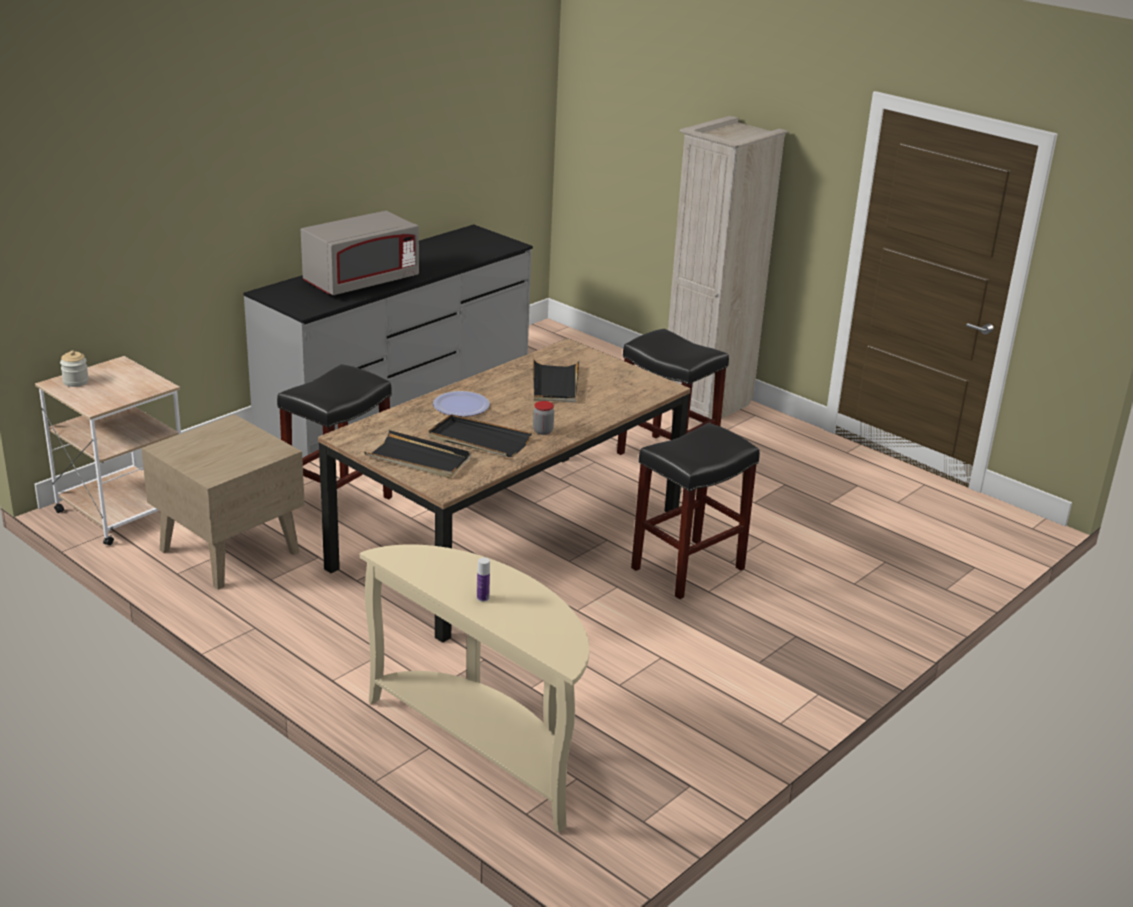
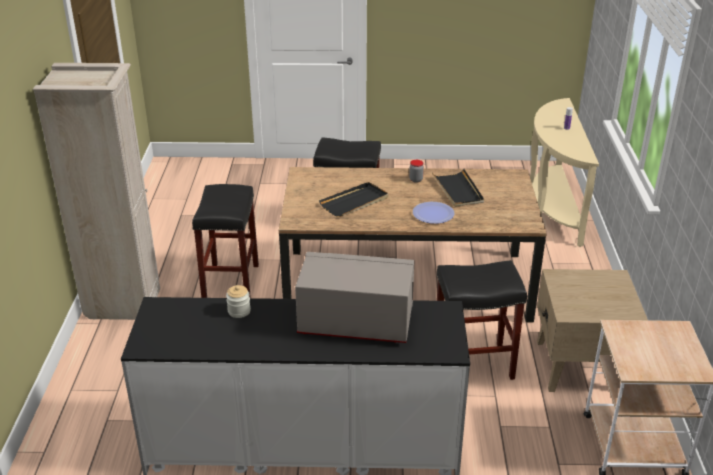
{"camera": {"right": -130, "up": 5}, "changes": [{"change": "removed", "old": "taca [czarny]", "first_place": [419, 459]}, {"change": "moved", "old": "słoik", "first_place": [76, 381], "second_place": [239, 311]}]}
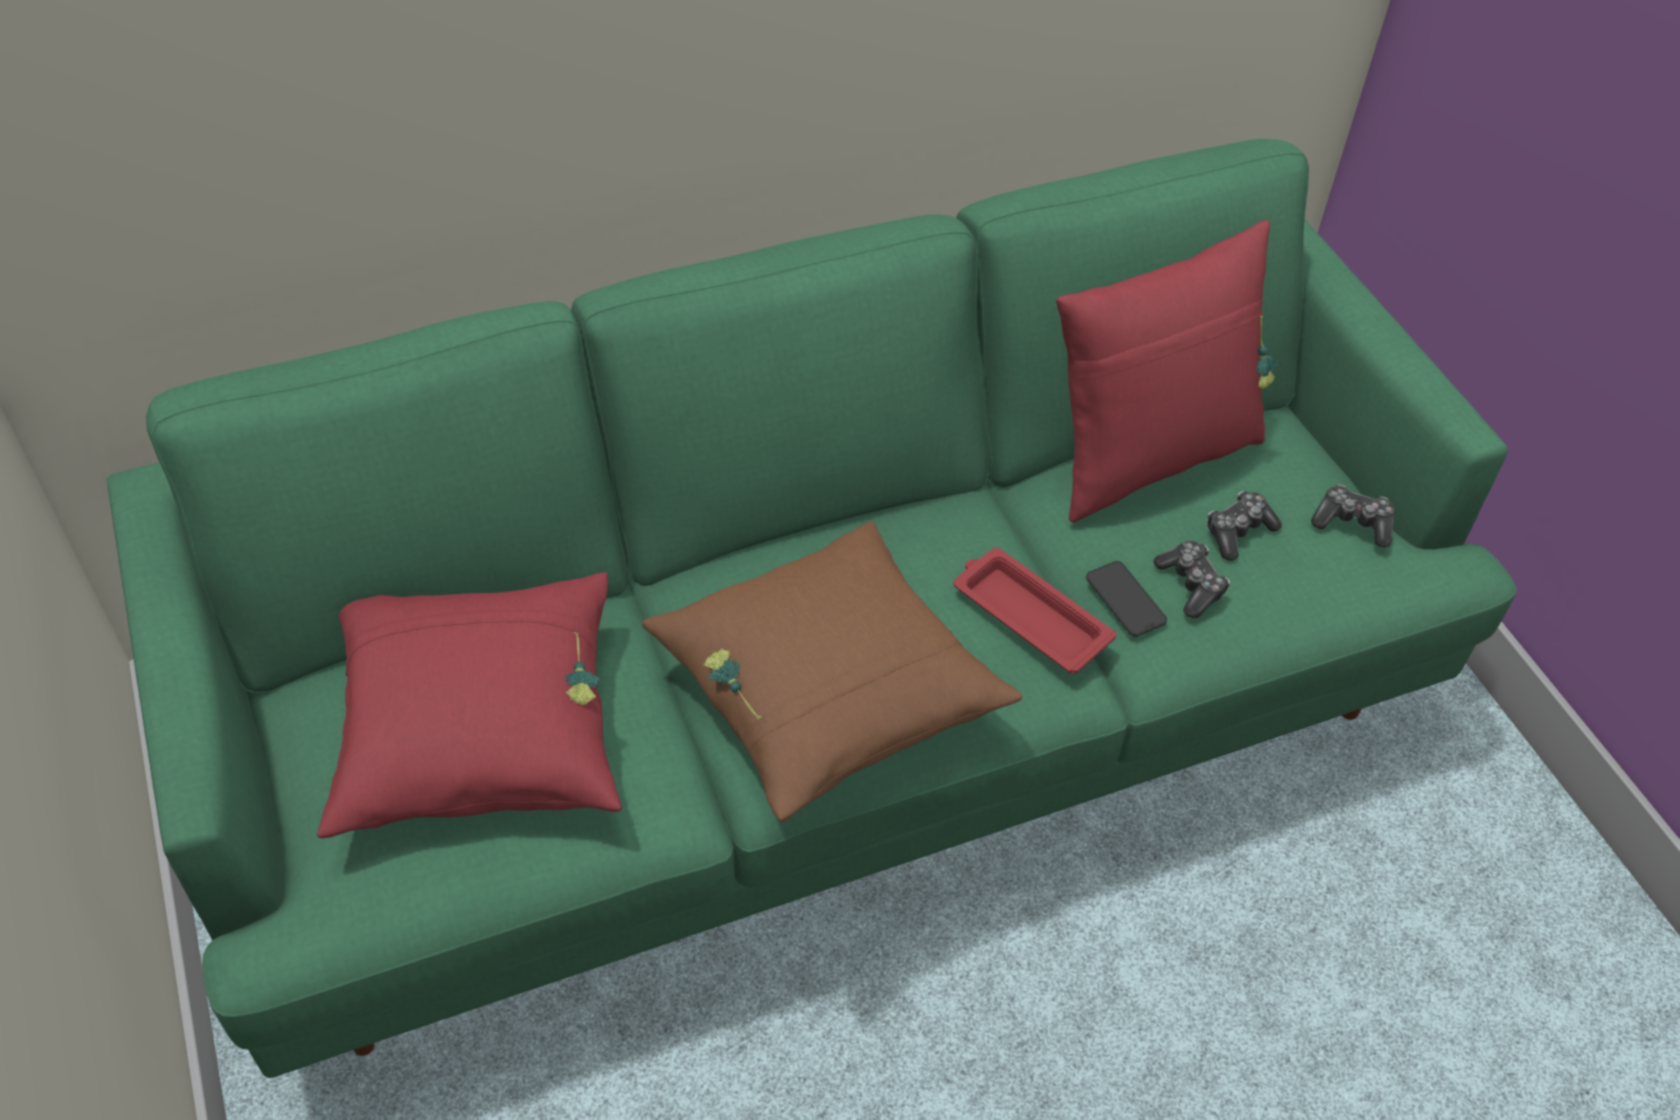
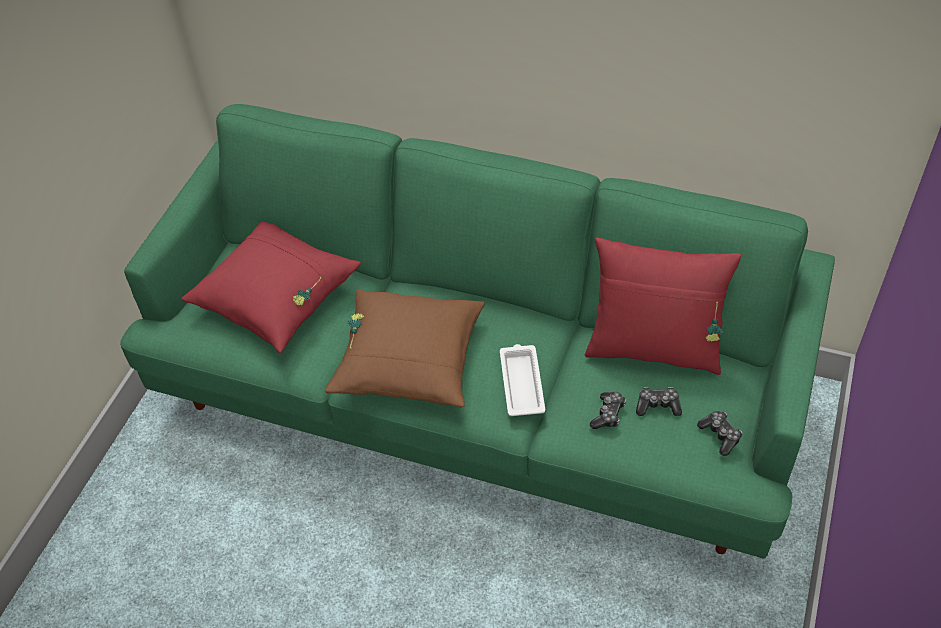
{"camera": {"right": 45, "up": 0}, "changes": [{"change": "removed", "old": "telefon", "first_place": [1125, 599]}, {"change": "recoloured", "old": "taca [czerwony]", "new": "taca [biały]", "first_place": [1028, 616], "second_place": [521, 383]}]}
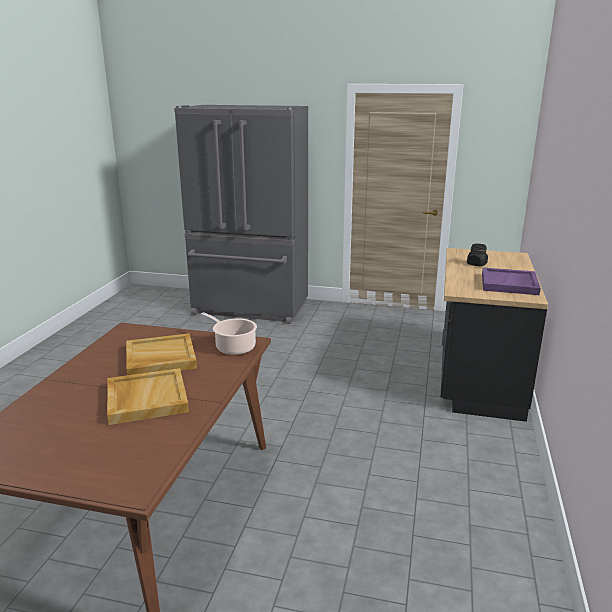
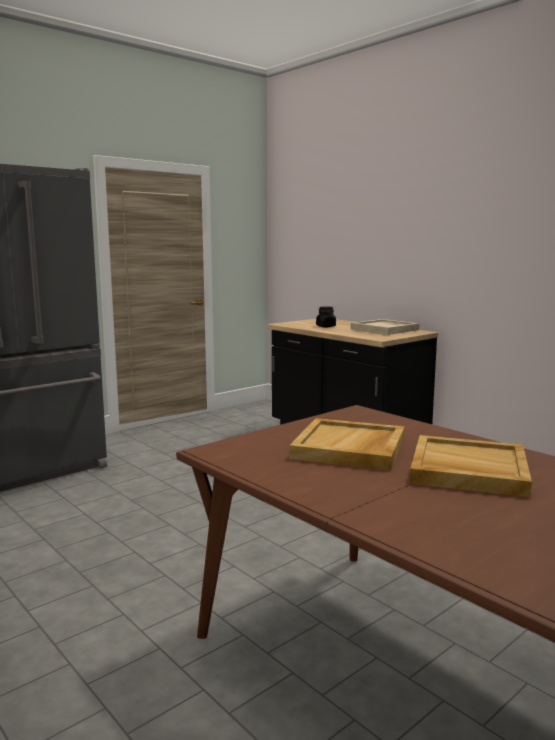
{"camera": {"right": -55, "up": -10}, "changes": [{"change": "removed", "old": "garnek", "first_place": [233, 347]}, {"change": "recoloured", "old": "taca [fioletowy]", "new": "taca [beżowy]", "first_place": [509, 284], "second_place": [385, 329]}]}
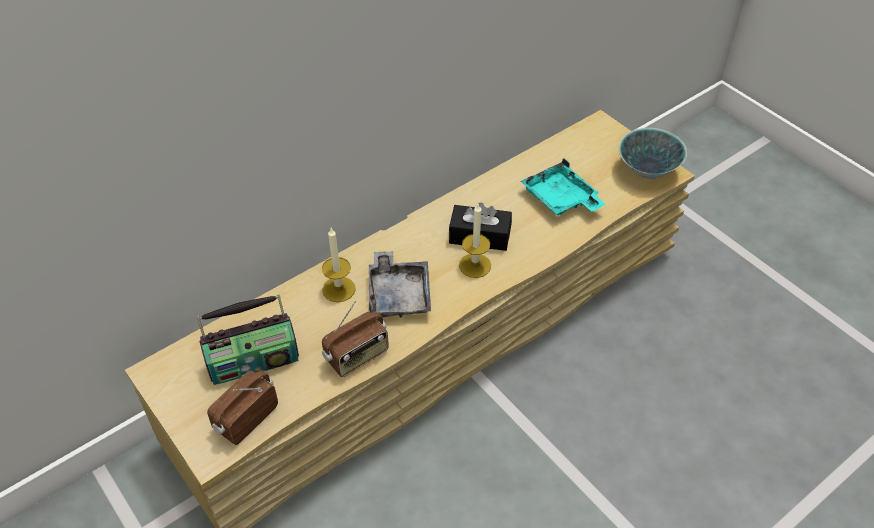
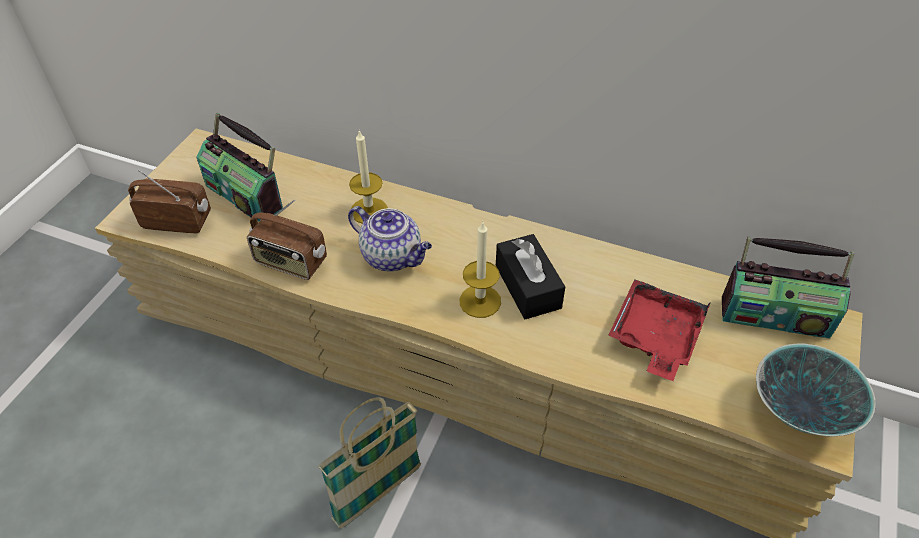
{"camera": {"right": 60, "up": 0}, "changes": [{"change": "added", "new": "koszyk", "second_place": [378, 493]}, {"change": "added", "new": "radio", "second_place": [774, 315]}, {"change": "replaced", "old": "taca [szary]", "new": "imbryk", "first_place": [398, 294], "second_place": [393, 257]}, {"change": "recoloured", "old": "taca [turkusowy]", "new": "taca [czerwony]", "first_place": [560, 199], "second_place": [654, 337]}]}
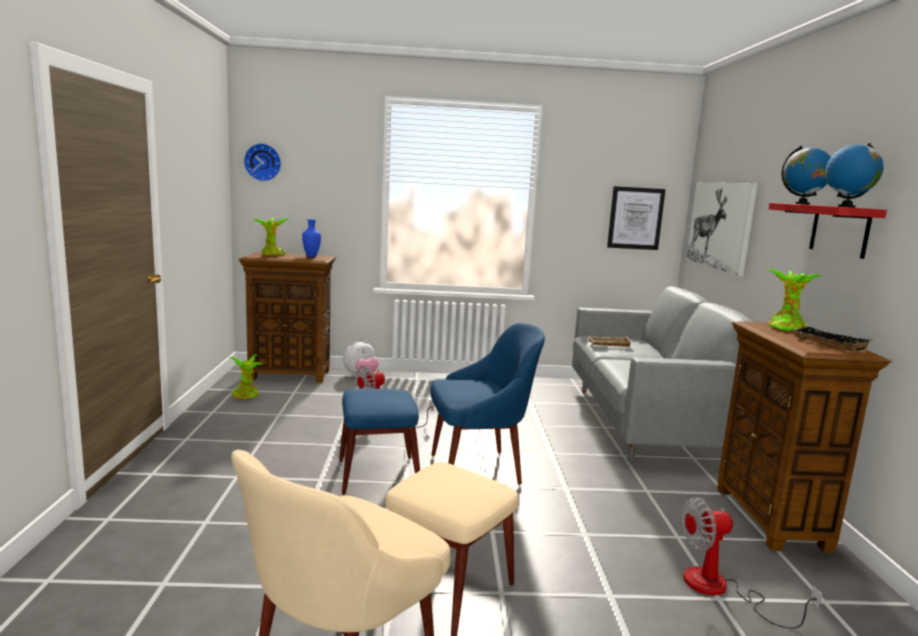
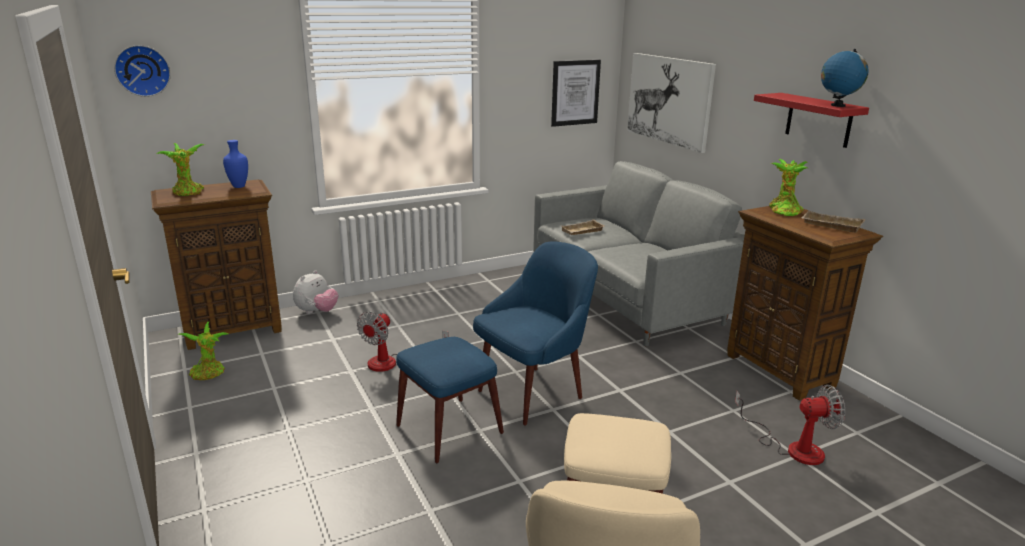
{"camera": {"right": -25, "up": 10}, "changes": [{"change": "removed", "old": "globus", "first_place": [802, 204]}, {"change": "recoloured", "old": "taca [czarny]", "new": "taca [beżowy]", "first_place": [827, 343], "second_place": [830, 225]}, {"change": "turned", "old": "wentylator", "first_place": [720, 590], "second_place": [793, 447], "degrees": -150}]}
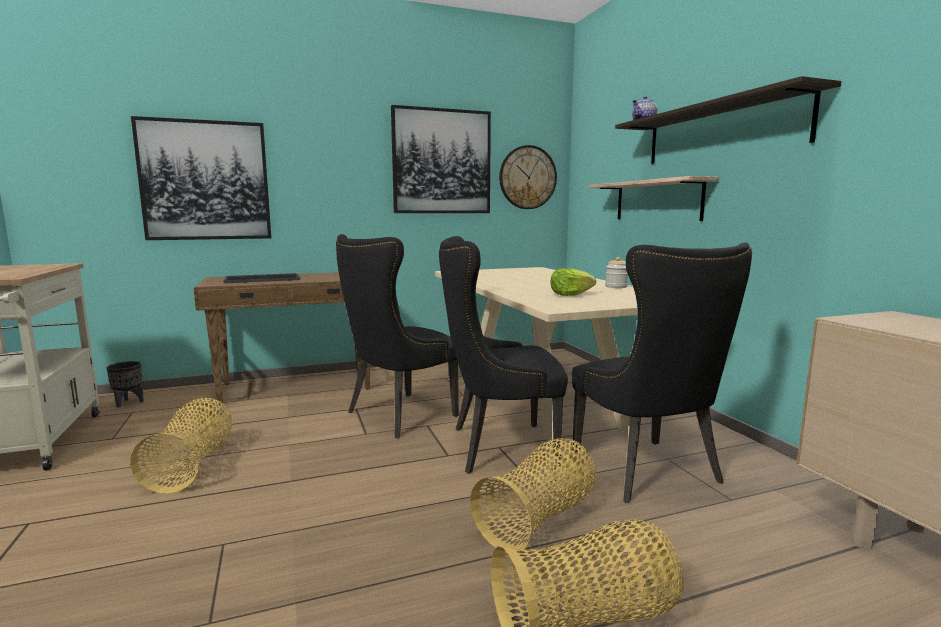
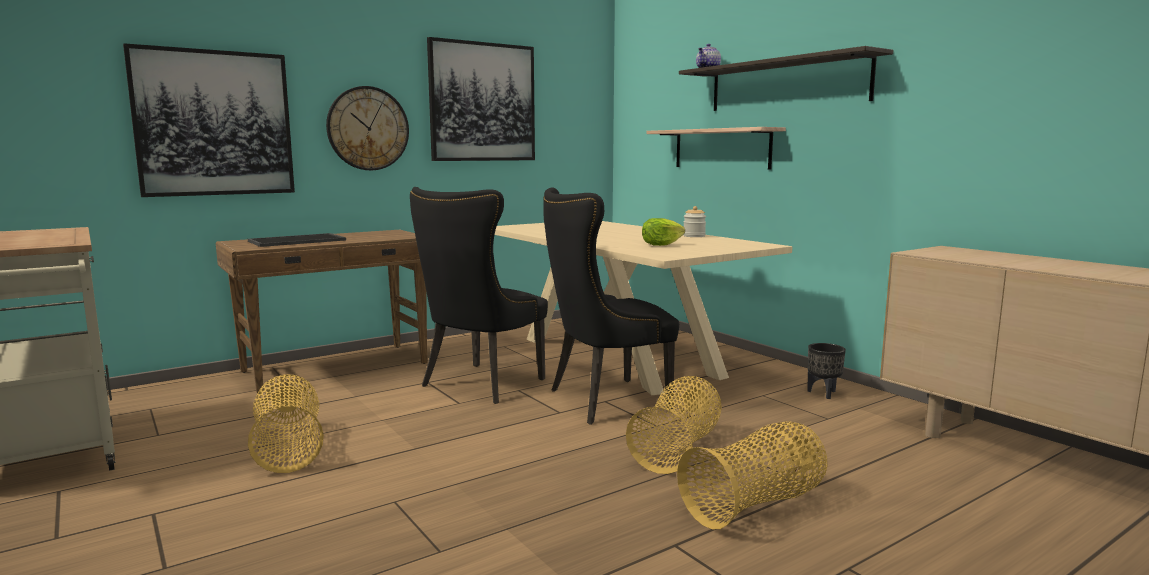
{"camera": {"right": -15, "up": 0}, "changes": [{"change": "removed", "old": "krzesło [czarny]", "first_place": [646, 471]}, {"change": "moved", "old": "donica [czarny]", "first_place": [129, 403], "second_place": [824, 393]}, {"change": "moved", "old": "zegar ścienny", "first_place": [527, 177], "second_place": [368, 128]}]}
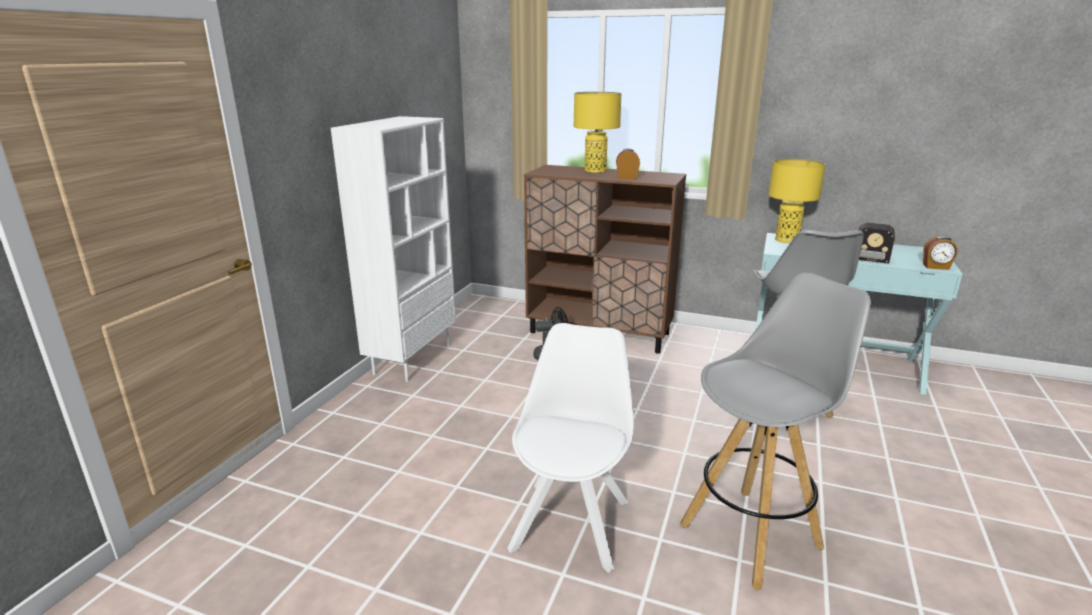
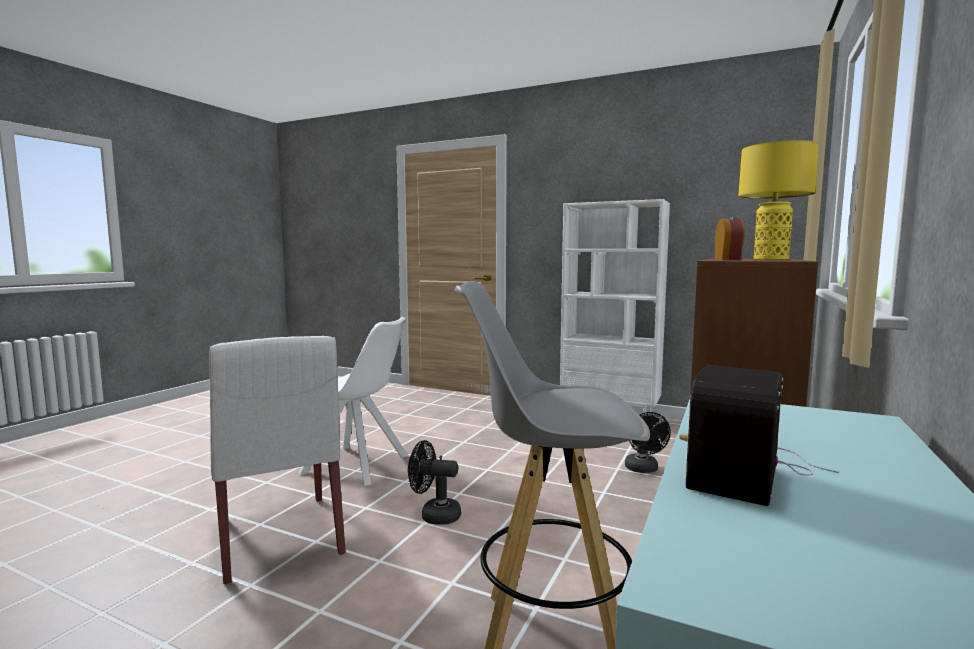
{"camera": {"right": 95, "up": -15}, "changes": [{"change": "removed", "old": "lampa stołowa [żółty]", "first_place": [787, 240]}, {"change": "removed", "old": "budzik", "first_place": [936, 267]}, {"change": "added", "new": "wentylator [czarny]", "second_place": [434, 515]}, {"change": "replaced", "old": "stołek [szary]", "new": "krzesło [biały]", "first_place": [753, 535], "second_place": [279, 537]}]}
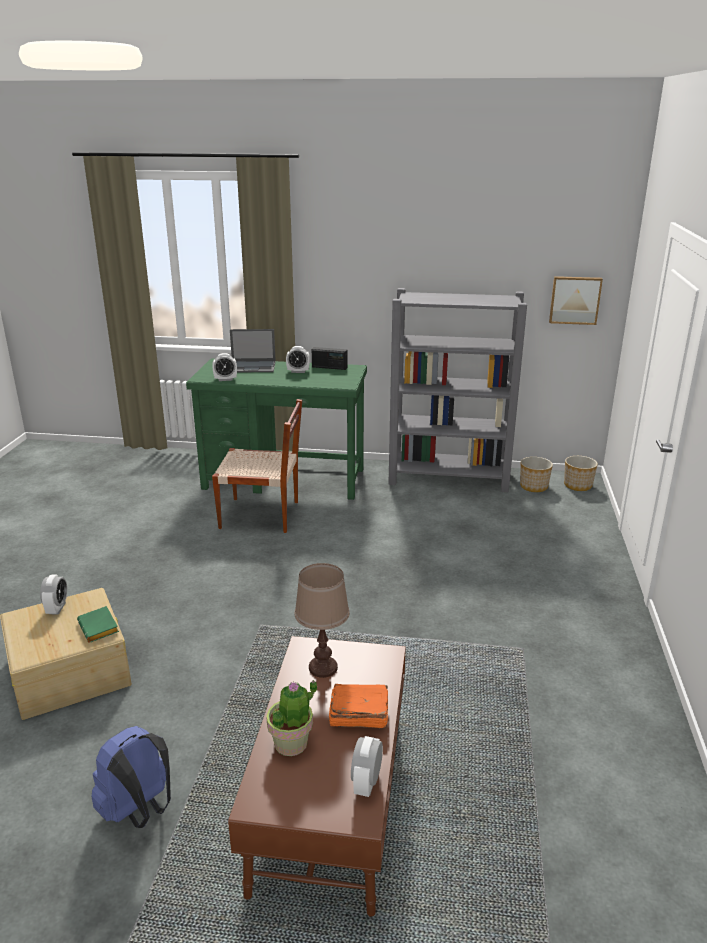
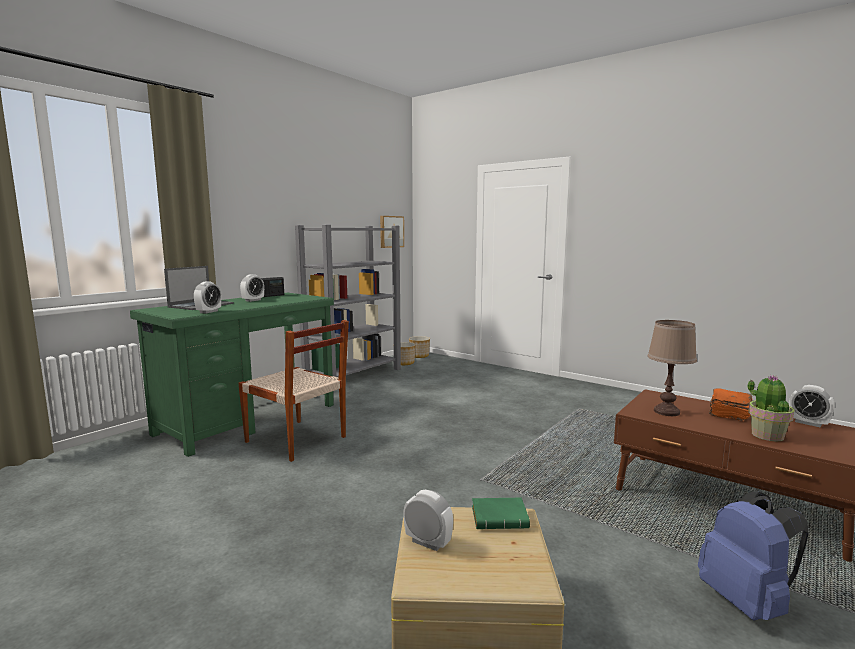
{"camera": {"right": -60, "up": -15}, "changes": [{"change": "turned", "old": "krzesło", "first_place": [262, 516], "second_place": [297, 441], "degrees": 90}]}
